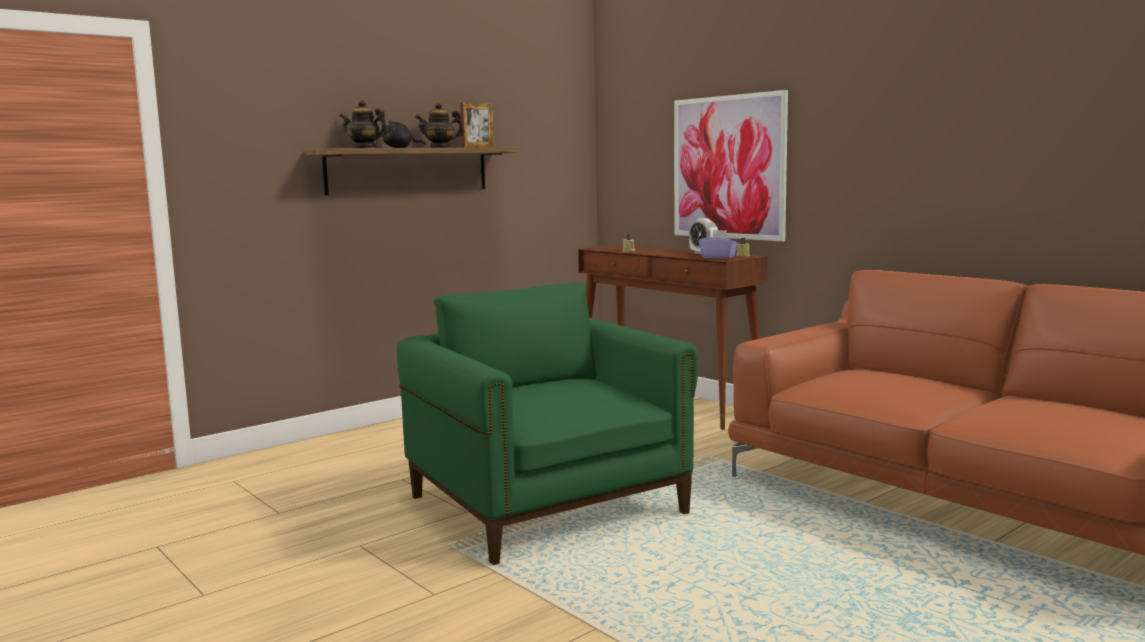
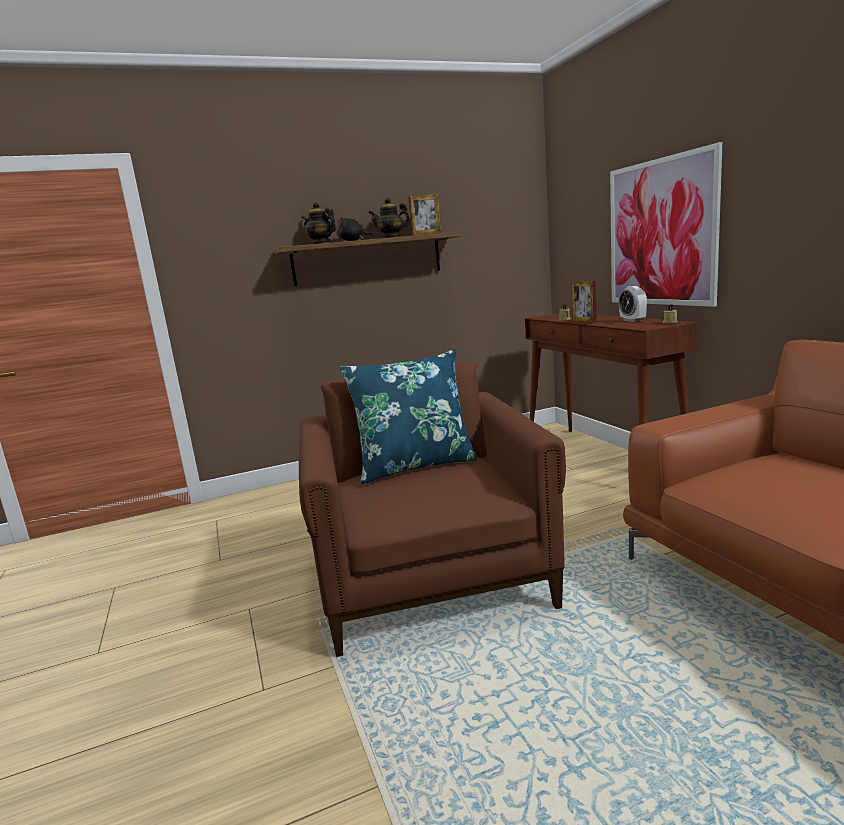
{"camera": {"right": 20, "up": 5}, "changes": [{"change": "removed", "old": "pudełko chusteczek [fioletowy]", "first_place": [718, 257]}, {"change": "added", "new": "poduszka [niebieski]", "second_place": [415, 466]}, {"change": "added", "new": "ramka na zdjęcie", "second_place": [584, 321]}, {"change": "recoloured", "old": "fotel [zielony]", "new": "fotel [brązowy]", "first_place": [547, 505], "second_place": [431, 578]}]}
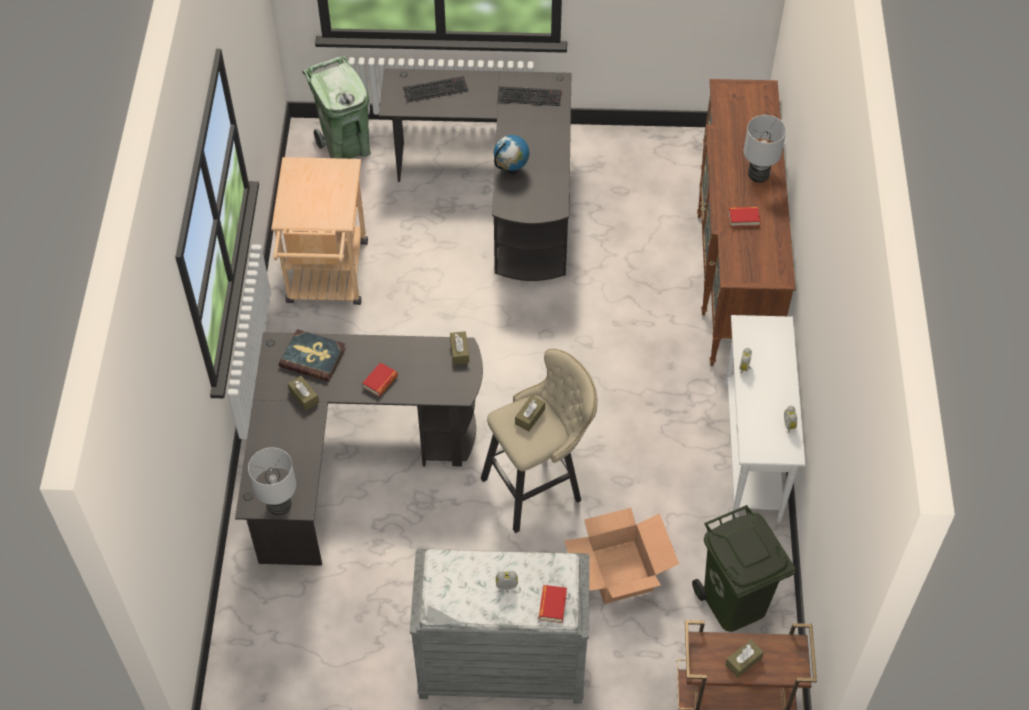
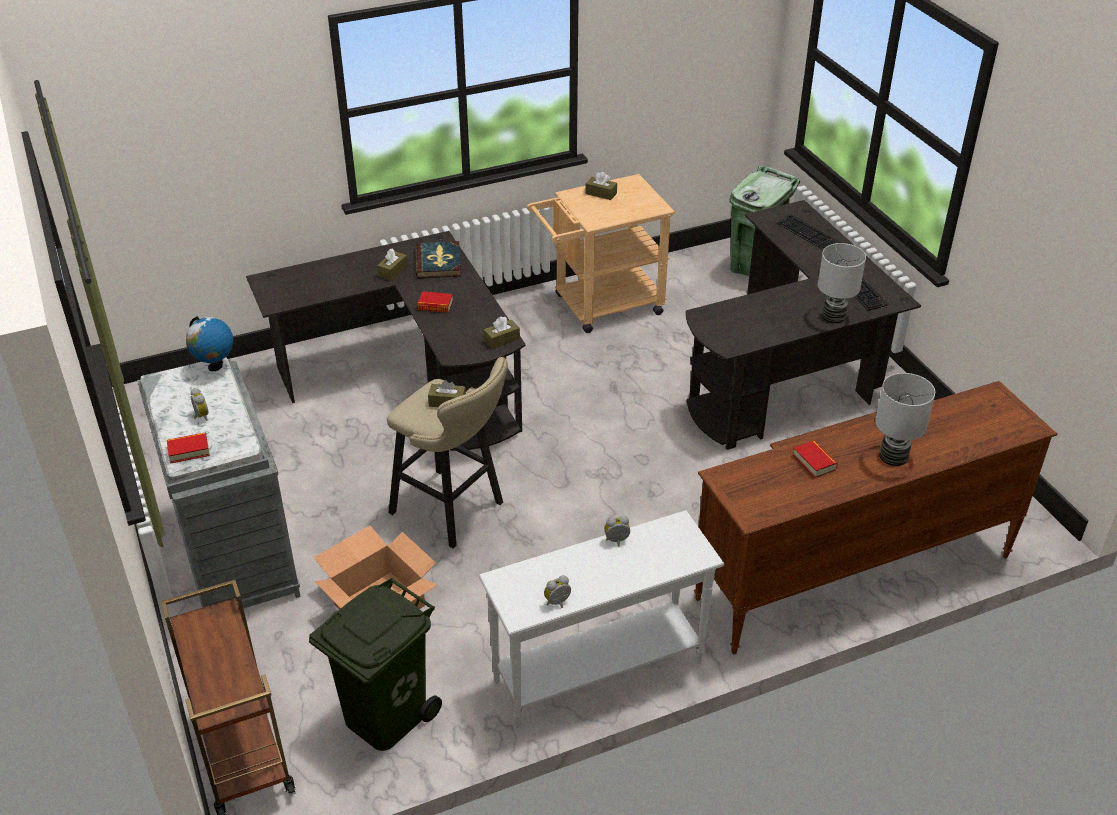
{"camera": {"right": 65, "up": -15}, "changes": [{"change": "moved", "old": "lampa stołowa [szary]", "first_place": [279, 504], "second_place": [833, 316]}, {"change": "moved", "old": "globus", "first_place": [511, 170], "second_place": [215, 367]}, {"change": "moved", "old": "pudełko chusteczek [brązowy]", "first_place": [743, 661], "second_place": [601, 193]}]}
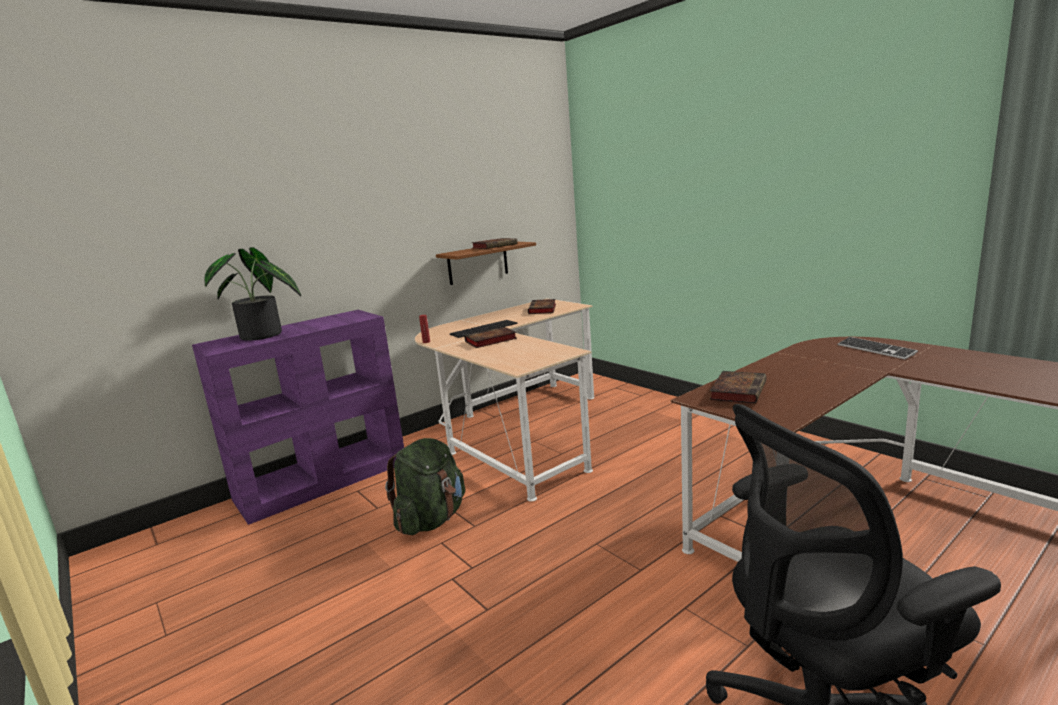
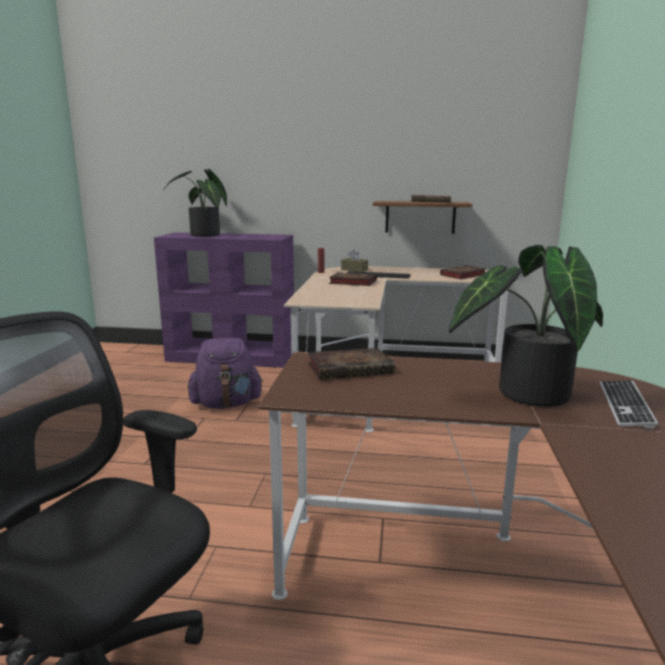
{"camera": {"right": 45, "up": 0}, "changes": [{"change": "added", "new": "pudełko chusteczek [brązowy]", "second_place": [354, 270]}, {"change": "added", "new": "roślina doniczkowa", "second_place": [524, 392]}, {"change": "recoloured", "old": "plecak [zielony]", "new": "plecak [fioletowy]", "first_place": [431, 520], "second_place": [226, 404]}]}
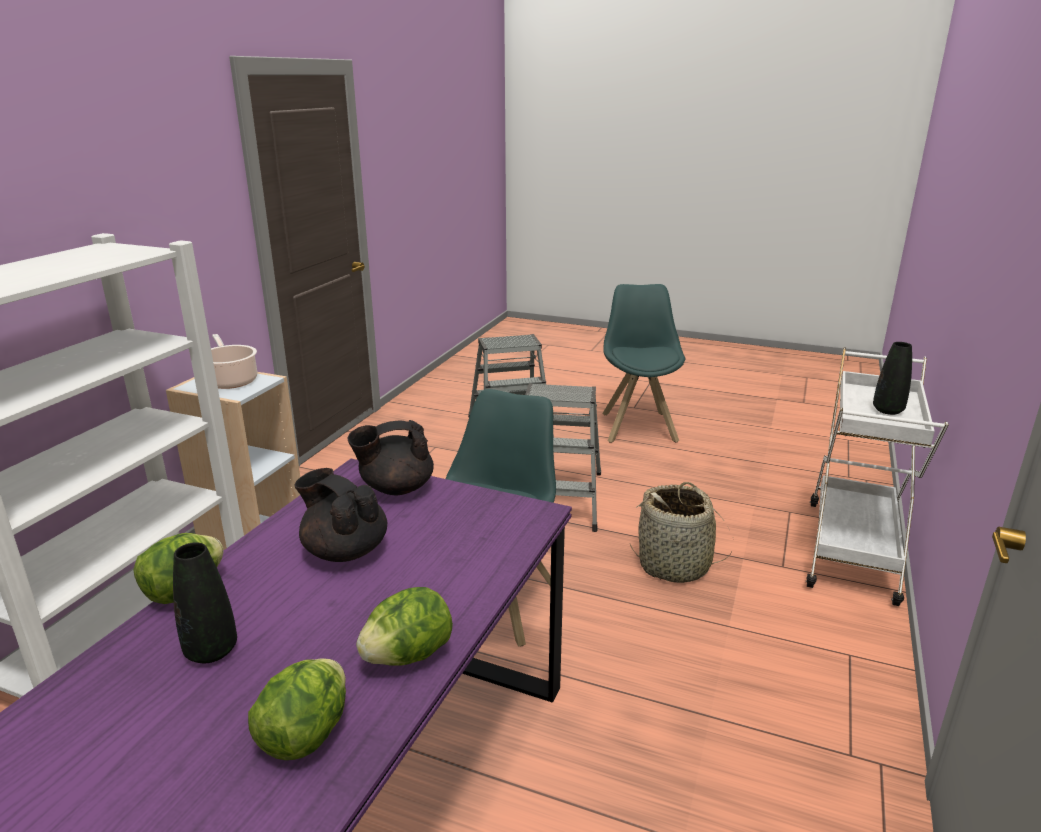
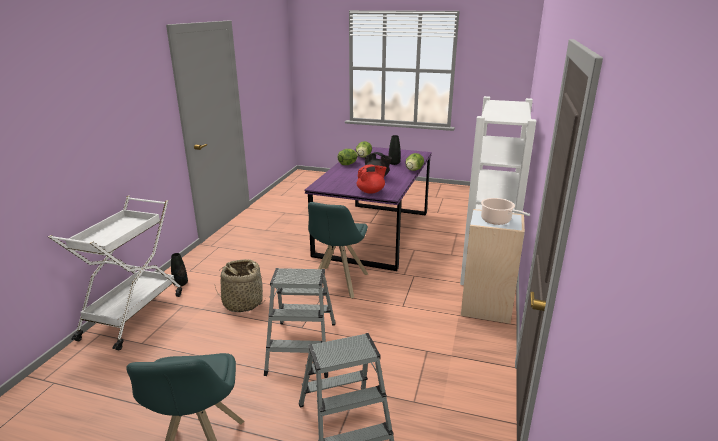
{"camera": {"right": 175, "up": 0}, "changes": [{"change": "moved", "old": "wazon [czarny]", "first_place": [887, 410], "second_place": [180, 284]}, {"change": "recoloured", "old": "imbryk [czarny]", "new": "imbryk [czerwony]", "first_place": [396, 488], "second_place": [371, 191]}]}
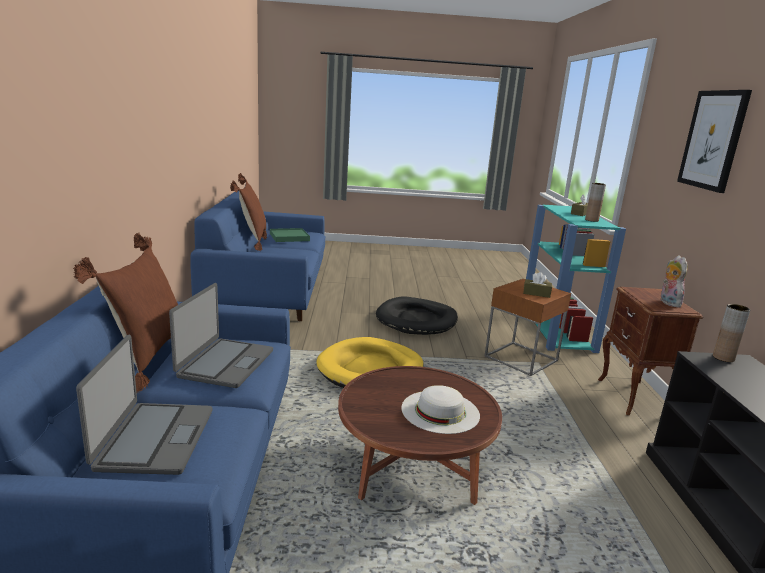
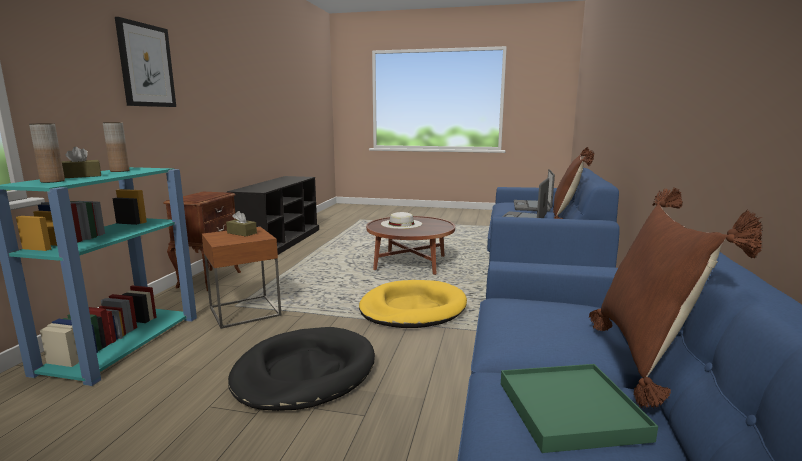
{"camera": {"right": -165, "up": -5}, "changes": [{"change": "removed", "old": "pluszak", "first_place": [667, 302]}, {"change": "moved", "old": "wazon [brązowy]", "first_place": [723, 358], "second_place": [52, 181]}]}
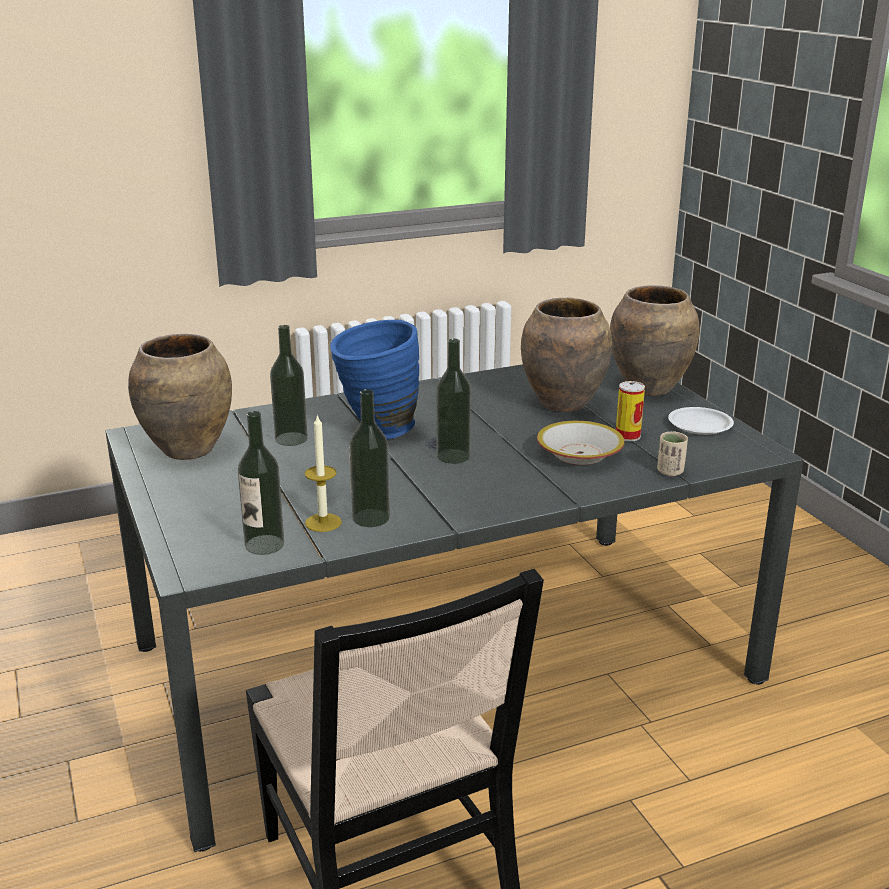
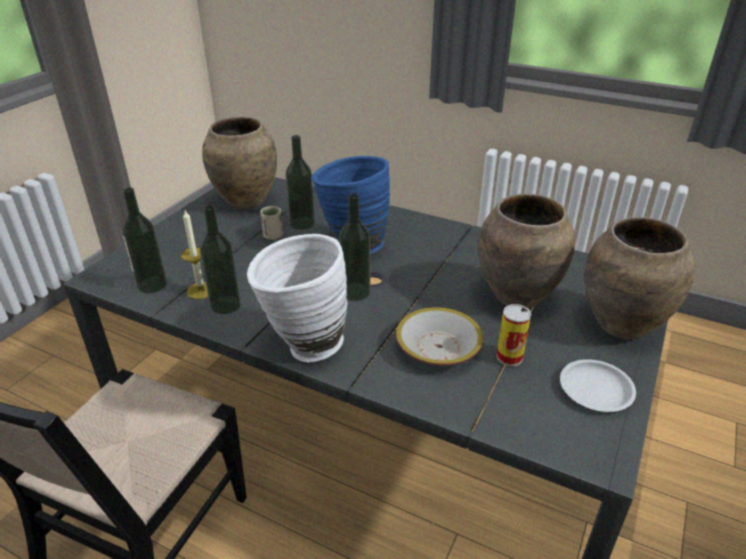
{"camera": {"right": 50, "up": 10}, "changes": [{"change": "added", "new": "wazon [biały]", "second_place": [302, 347]}, {"change": "moved", "old": "filiżanka [beżowy]", "first_place": [670, 471], "second_place": [273, 236]}]}
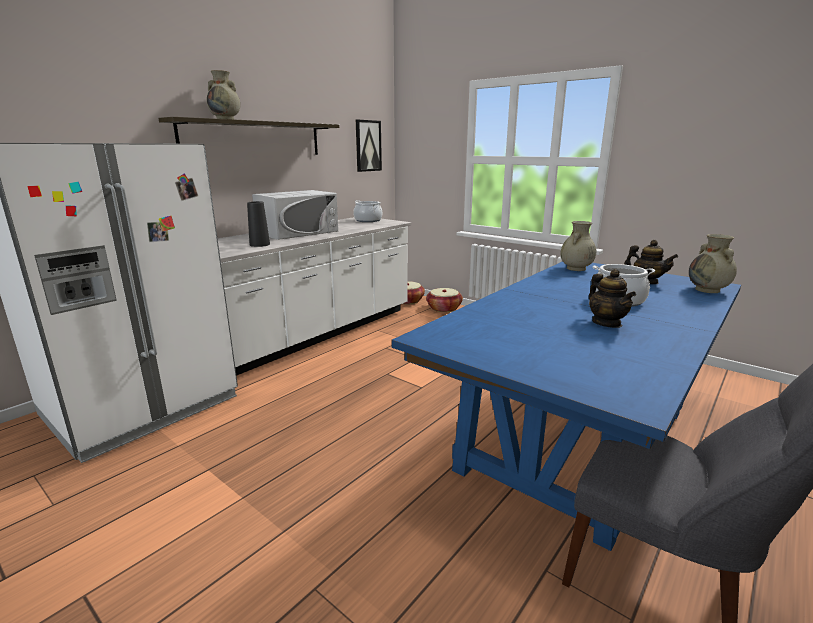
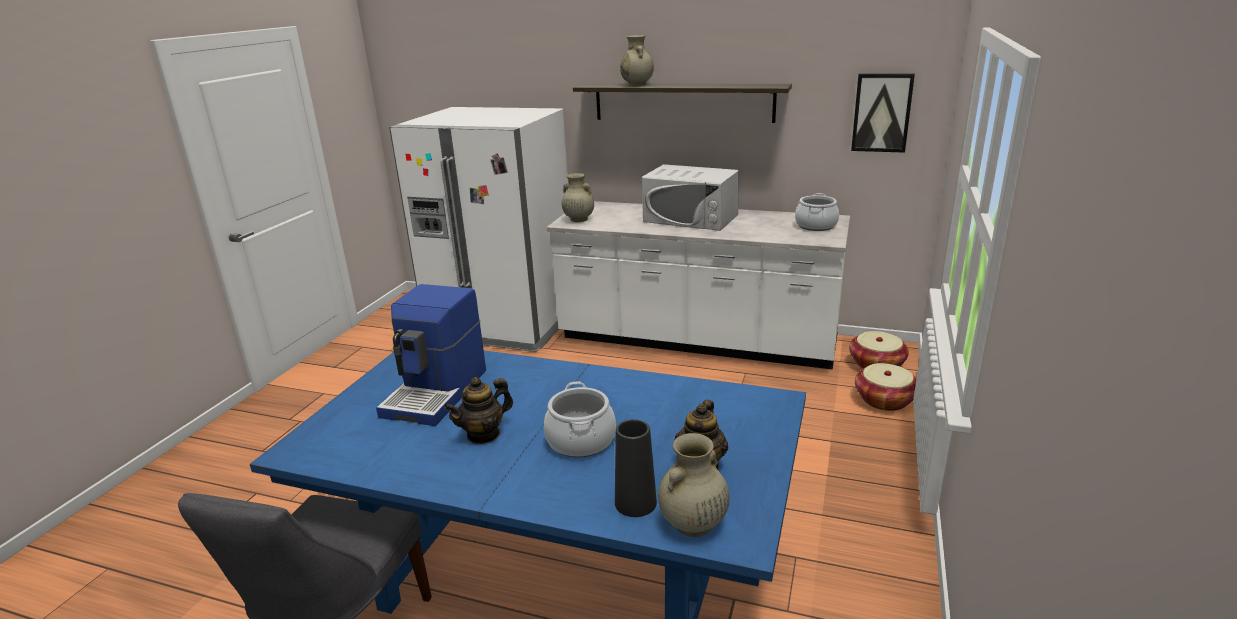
{"camera": {"right": 70, "up": 5}, "changes": [{"change": "added", "new": "ekspres do kawy", "second_place": [437, 392]}, {"change": "moved", "old": "wazon [czarny]", "first_place": [259, 244], "second_place": [635, 503]}, {"change": "moved", "old": "wazon [beżowy]", "first_place": [576, 269], "second_place": [578, 219]}]}
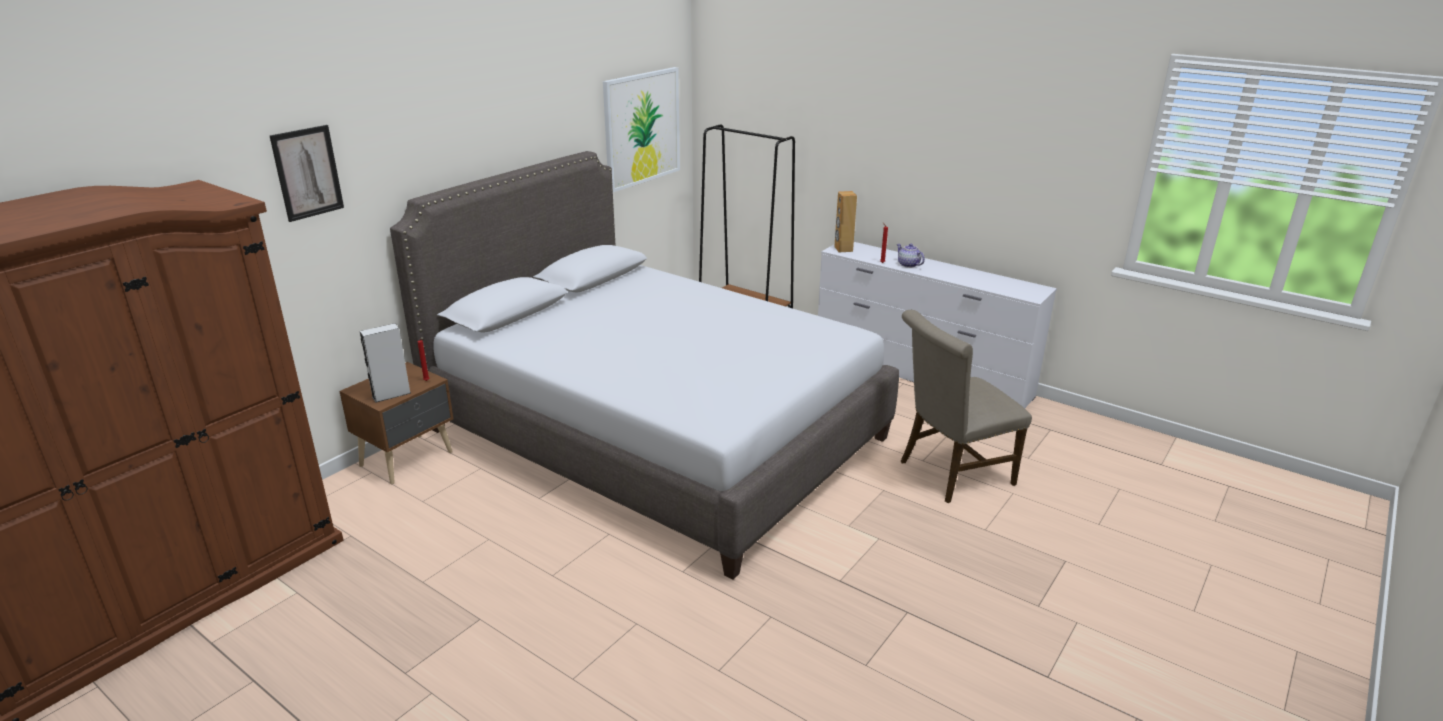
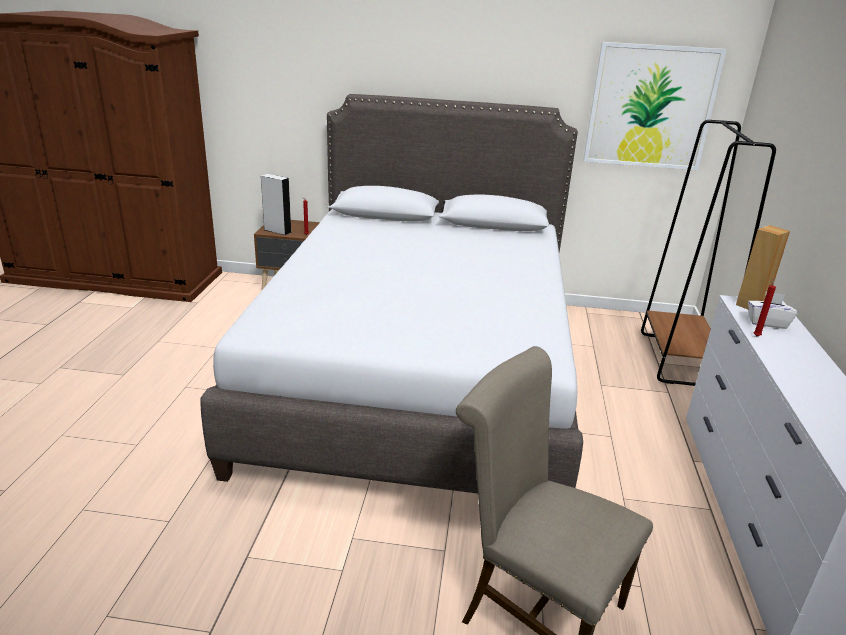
{"camera": {"right": 60, "up": 0}, "changes": [{"change": "removed", "old": "obraz", "first_place": [307, 173]}, {"change": "removed", "old": "imbryk", "first_place": [908, 265]}, {"change": "added", "new": "pudełko chusteczek [biały]", "second_place": [767, 322]}]}
